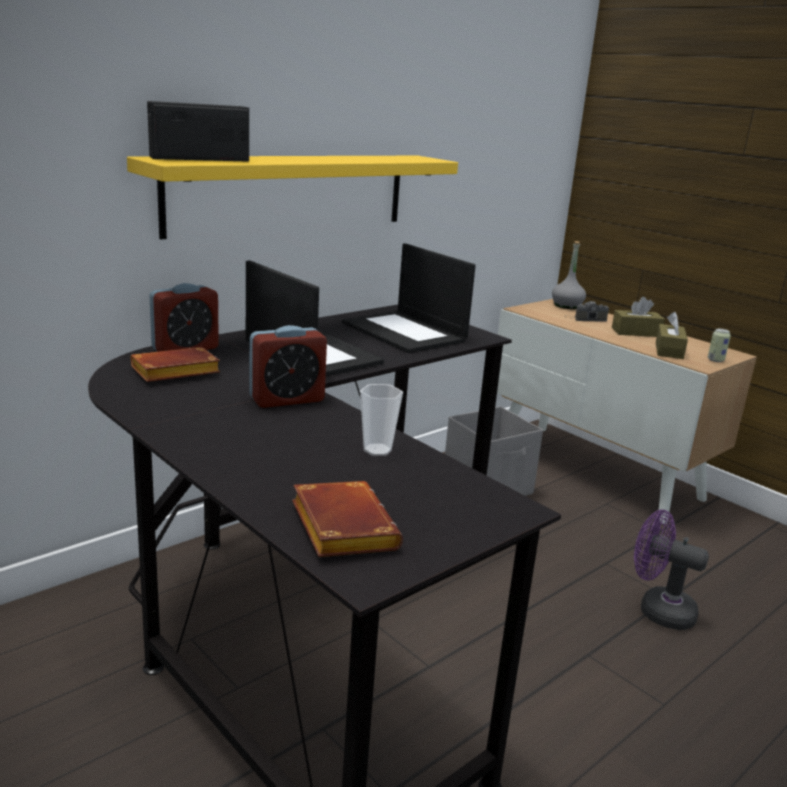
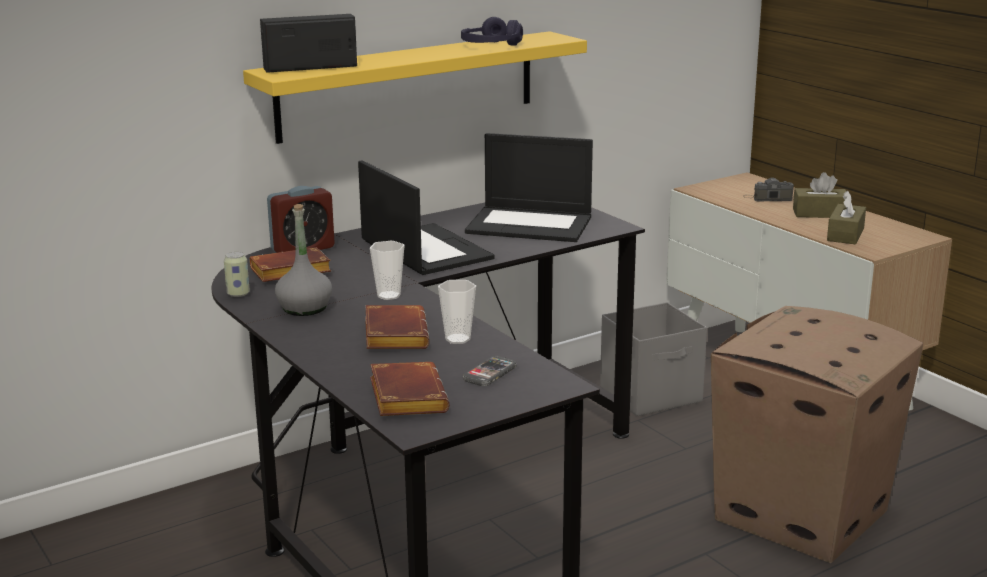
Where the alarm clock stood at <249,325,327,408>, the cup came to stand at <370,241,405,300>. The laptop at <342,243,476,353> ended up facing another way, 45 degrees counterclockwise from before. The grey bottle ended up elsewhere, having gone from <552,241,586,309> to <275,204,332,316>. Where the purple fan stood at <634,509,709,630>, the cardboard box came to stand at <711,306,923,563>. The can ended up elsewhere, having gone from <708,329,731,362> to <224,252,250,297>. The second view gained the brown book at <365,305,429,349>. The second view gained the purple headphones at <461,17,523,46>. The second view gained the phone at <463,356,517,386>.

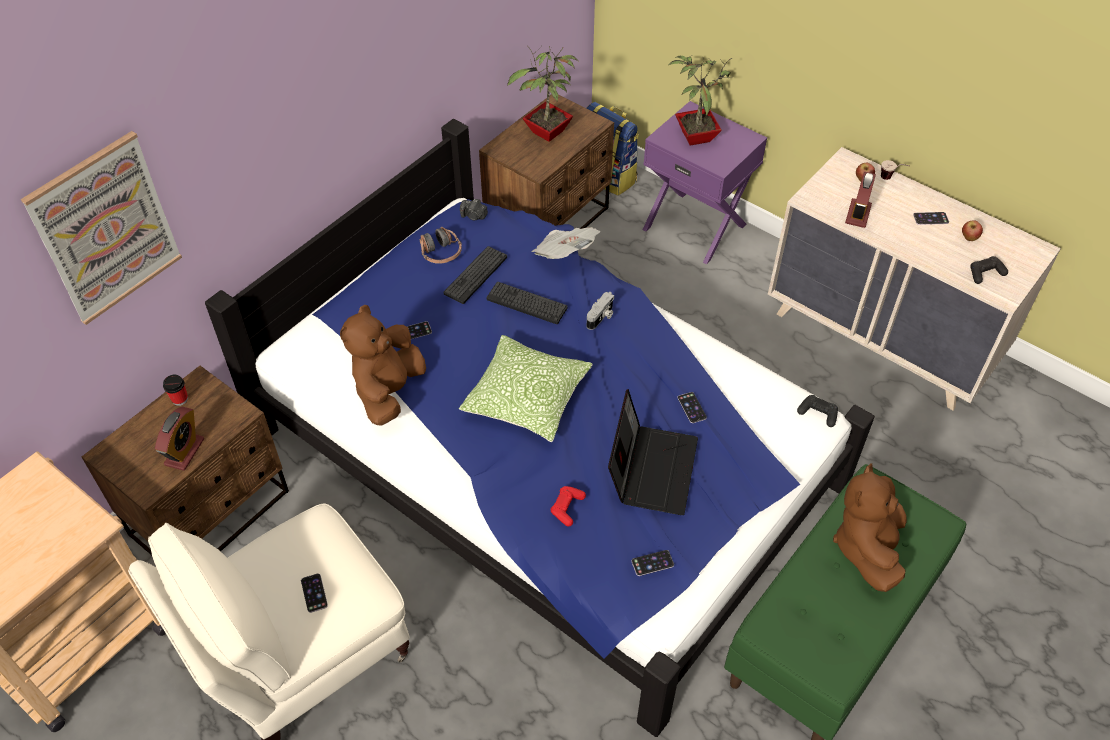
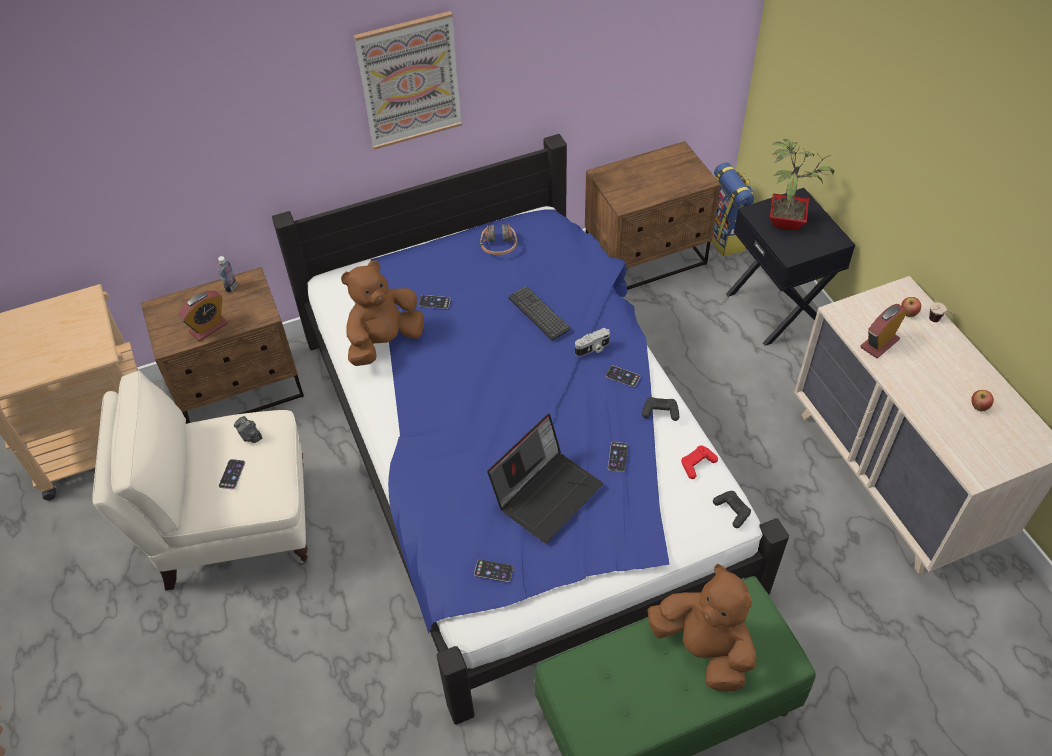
The picture ended up elsewhere, having gone from <21,131,182,325> to <354,11,462,150>. Where the cup stood at <163,375,188,406>, the bottle came to stand at <218,256,237,292>. The second view lost the keyboard at <444,246,507,304>. The second view lost the pillow at <459,335,593,442>. The photo camera ended up elsewhere, having gone from <460,199,488,221> to <234,416,262,443>. The second view lost the potted plant at <507,46,579,142>. The second view lost the newspaper at <531,227,600,259>. The red game controller ended up elsewhere, having gone from <551,486,586,527> to <681,445,718,479>. What was the purple nightstand at <643,101,767,264> turned into the black nightstand at <726,188,855,346>. The brown plush toy at <833,463,907,592> ended up facing another way, 90 degrees clockwise from before. The phone ended up elsewhere, having gone from <913,212,949,225> to <605,365,640,387>. The black game controller ended up elsewhere, having gone from <970,256,1008,284> to <642,397,680,421>.

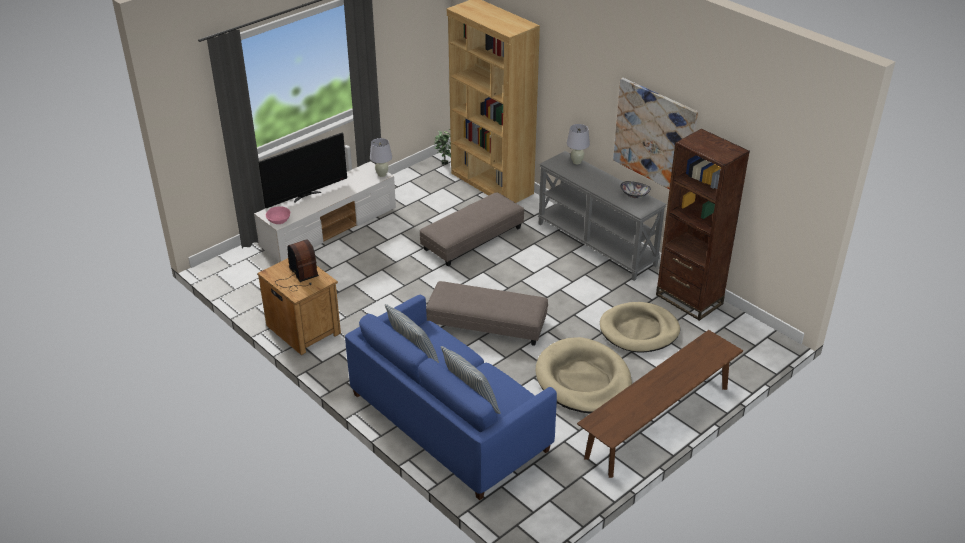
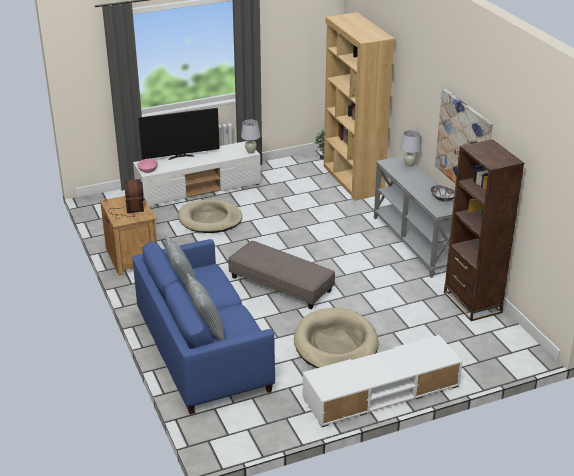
The second view lost the grey ottoman at <420,192,524,266>. Where the brown bench stood at <577,330,743,478>, the white tv stand came to stand at <303,335,463,427>. The beige dog bed ended up elsewhere, having gone from <600,302,680,353> to <178,199,242,233>.

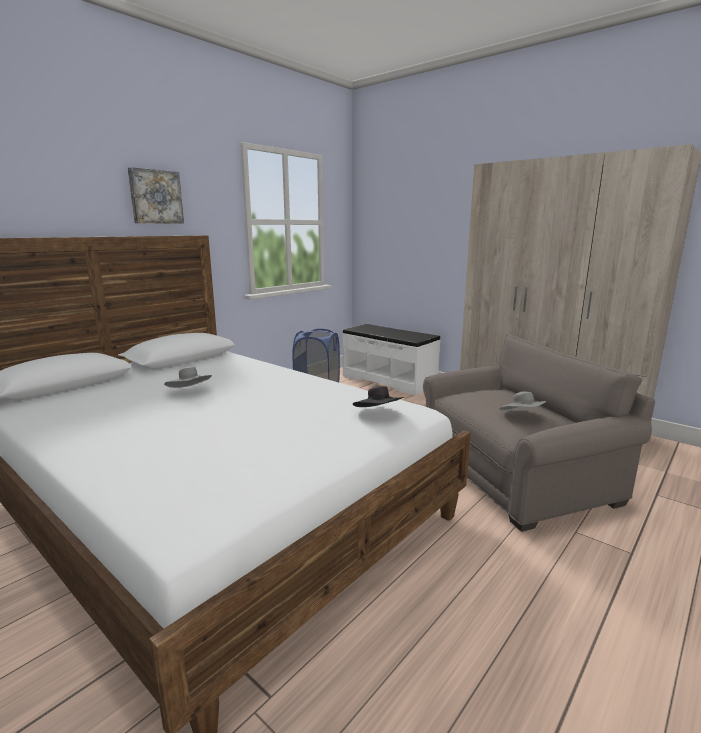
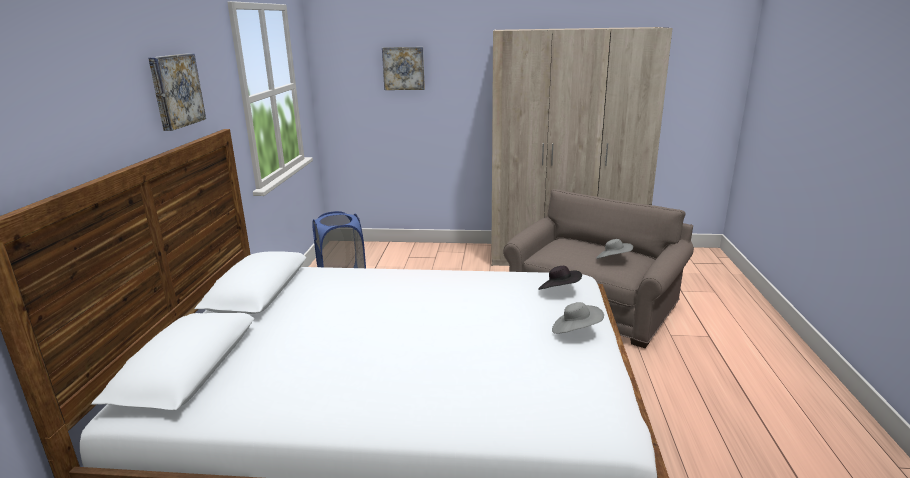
The grey hat ended up elsewhere, having gone from <164,367,212,388> to <552,302,604,334>. The second view lost the white bench at <342,324,441,396>. The second view gained the picture at <382,47,425,90>.

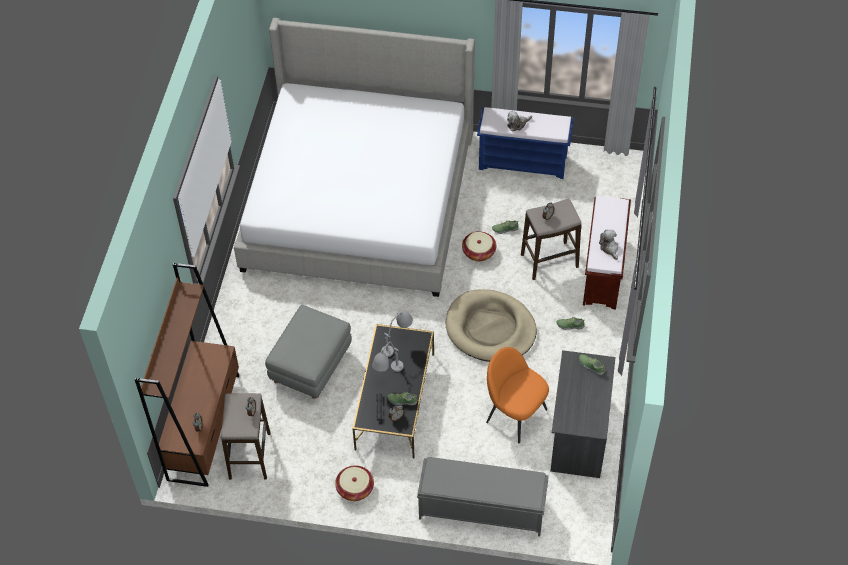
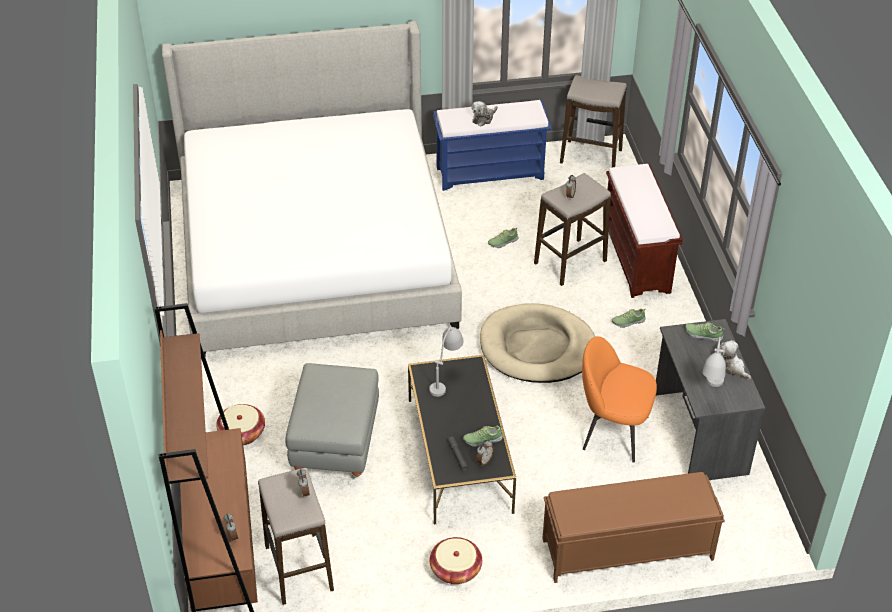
The grey table lamp ended up elsewhere, having gone from <372,341,403,372> to <702,337,726,387>. What was the grey bench at <417,457,549,536> turned into the brown bench at <542,472,725,583>. The basket ended up elsewhere, having gone from <462,231,496,261> to <216,404,265,445>. The plush toy ended up elsewhere, having gone from <599,230,618,260> to <719,340,751,380>. The second view gained the stool at <560,75,627,167>.

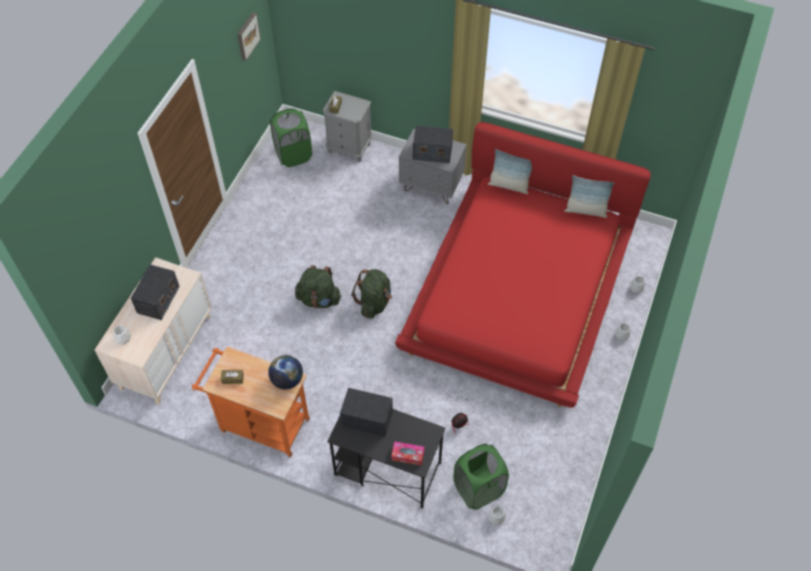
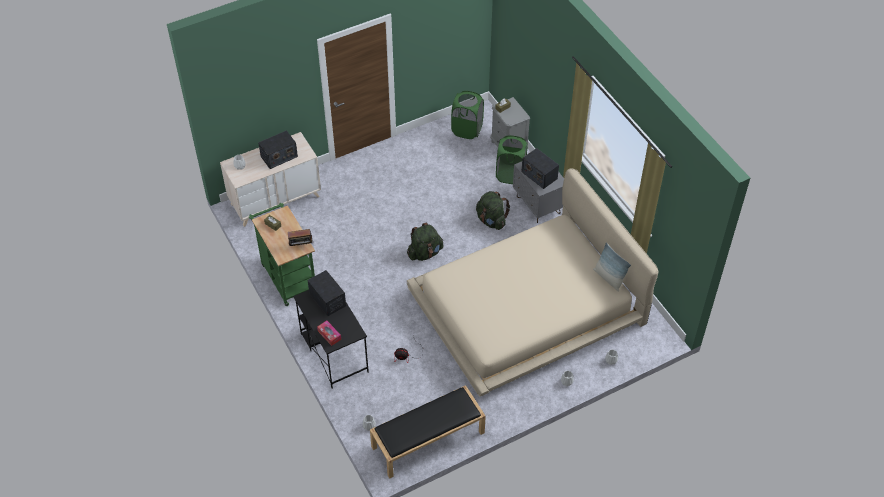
What was the orange cart at <192,347,310,457> turned into the green cart at <249,203,315,306>. The second view lost the picture at <237,12,261,61>. Where the globe stood at <268,355,303,389>, the radio came to stand at <285,229,314,246>. The green backpack ended up elsewhere, having gone from <295,265,341,308> to <476,191,510,230>. What was the red bed at <395,122,651,408> turned into the beige bed at <407,169,658,397>. The green laundry basket ended up elsewhere, having gone from <453,444,509,510> to <496,135,528,184>. The second view lost the pillow at <488,149,532,194>. The second view gained the black bench at <370,385,486,479>.

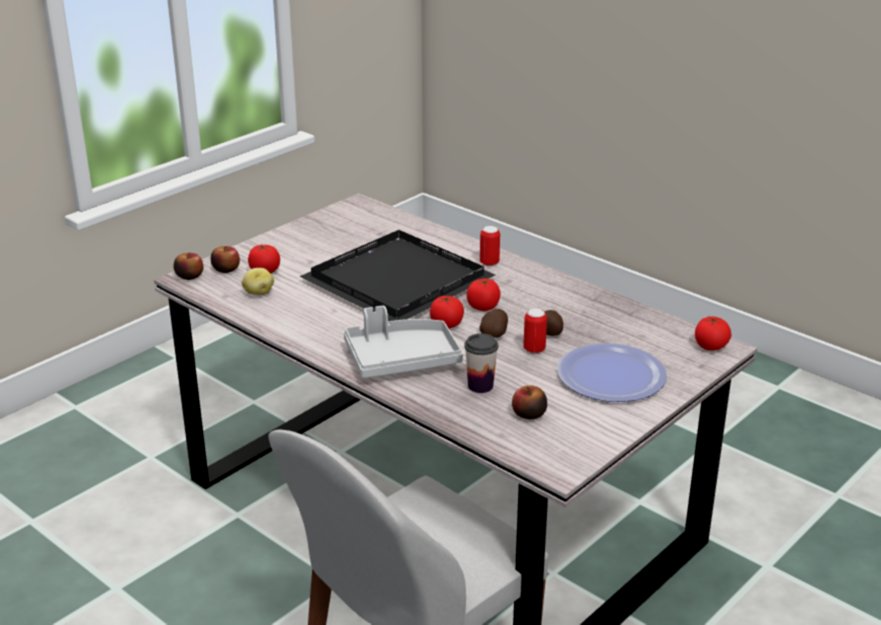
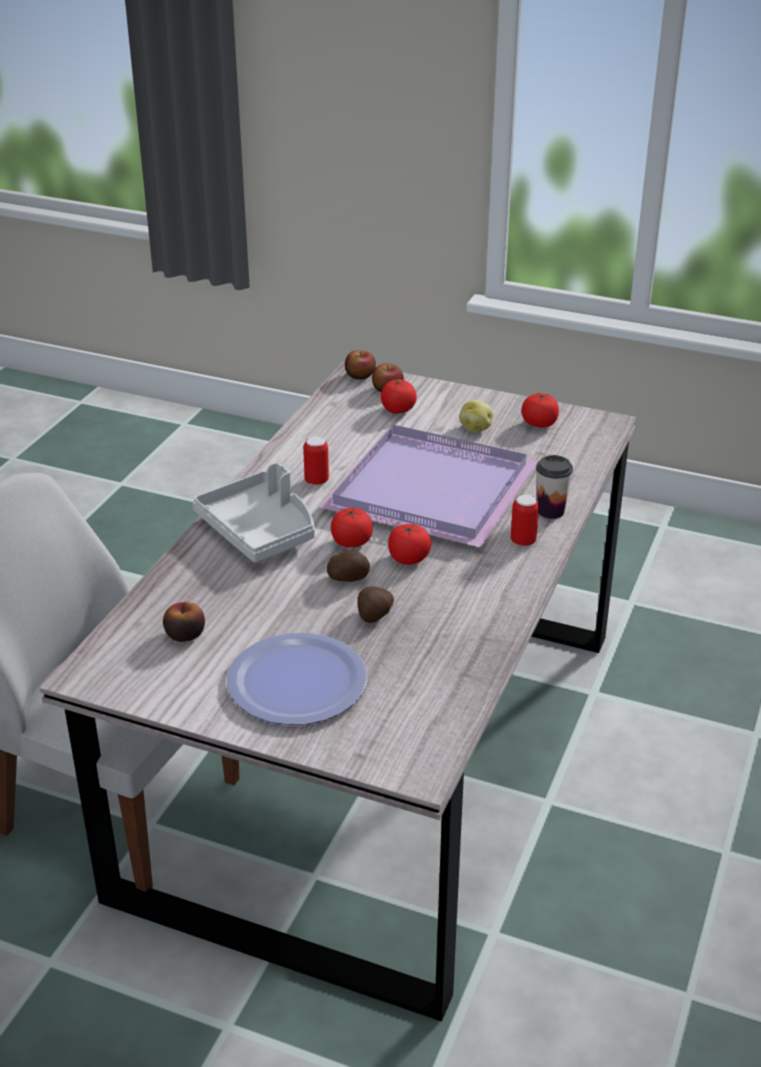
The potato ended up elsewhere, having gone from <242,268,274,295> to <459,400,493,432>. What was the black tray at <300,230,495,322> turned into the purple tray at <319,425,539,548>. The cup ended up elsewhere, having gone from <464,333,498,393> to <536,455,573,519>. The can ended up elsewhere, having gone from <523,308,547,354> to <303,436,329,485>. The tomato ended up elsewhere, having gone from <695,316,731,351> to <522,392,559,428>.

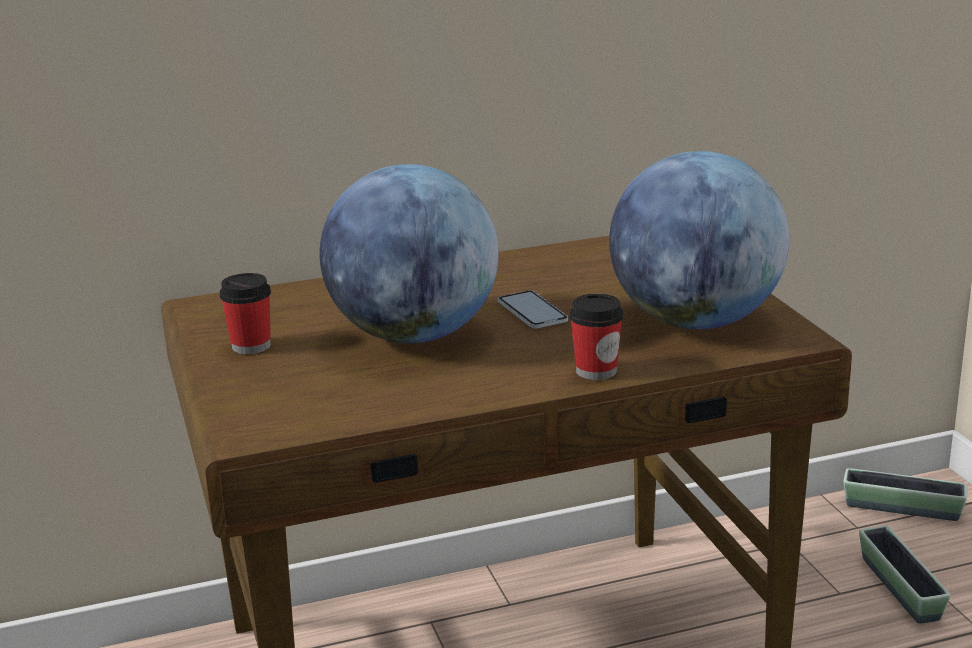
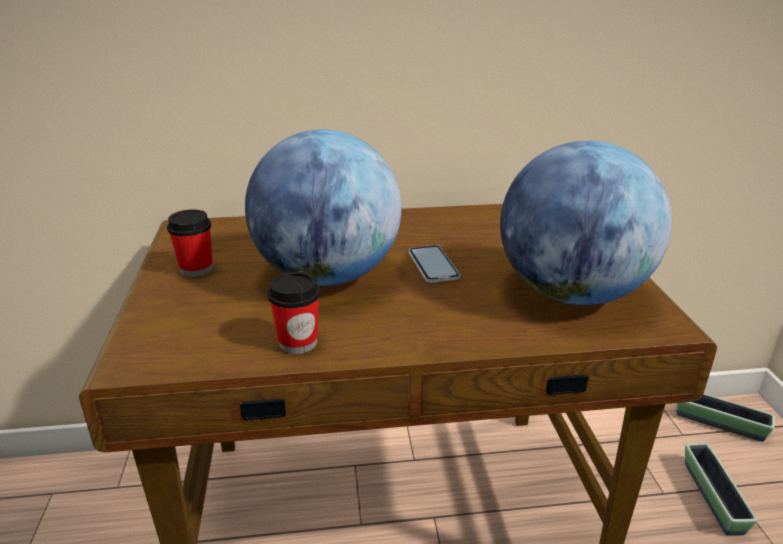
The cup ended up elsewhere, having gone from <569,294,623,380> to <268,271,320,354>.

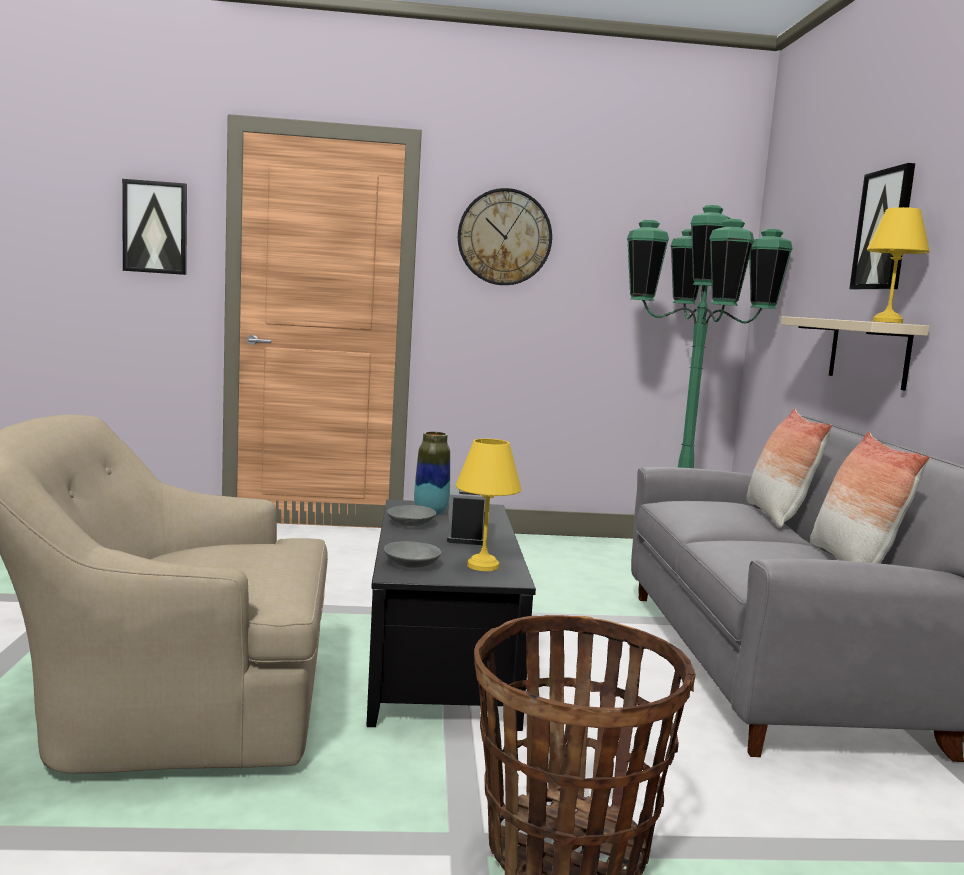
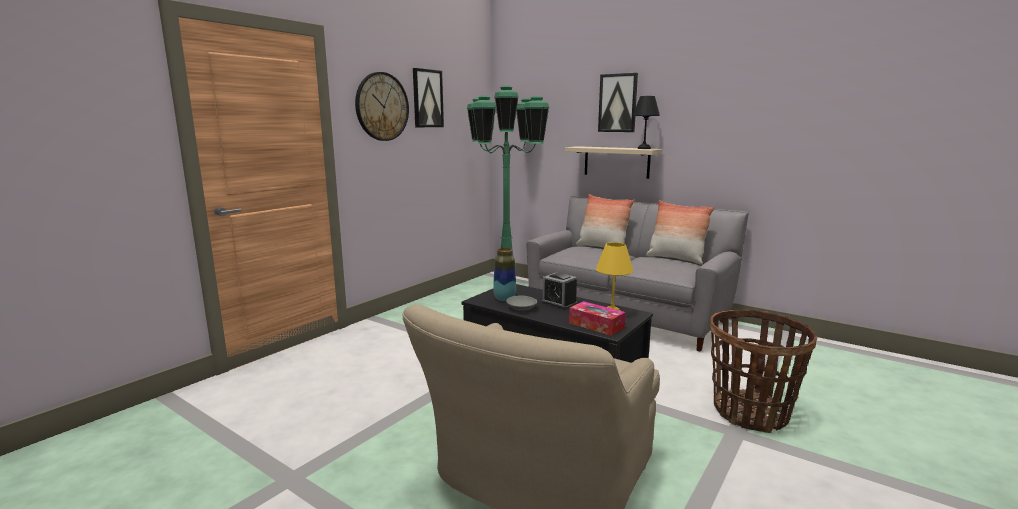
The picture ended up elsewhere, having gone from <122,179,187,275> to <413,68,444,127>. Where the grey bowl stood at <384,541,442,568>, the tissue box came to stand at <569,301,626,336>. What was the yellow table lamp at <867,207,930,323> turned into the black table lamp at <633,96,660,149>.

